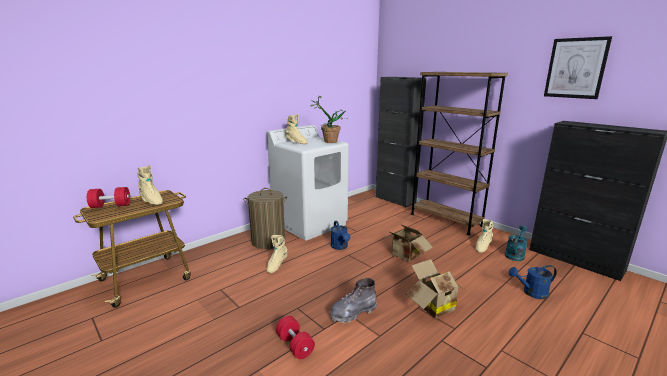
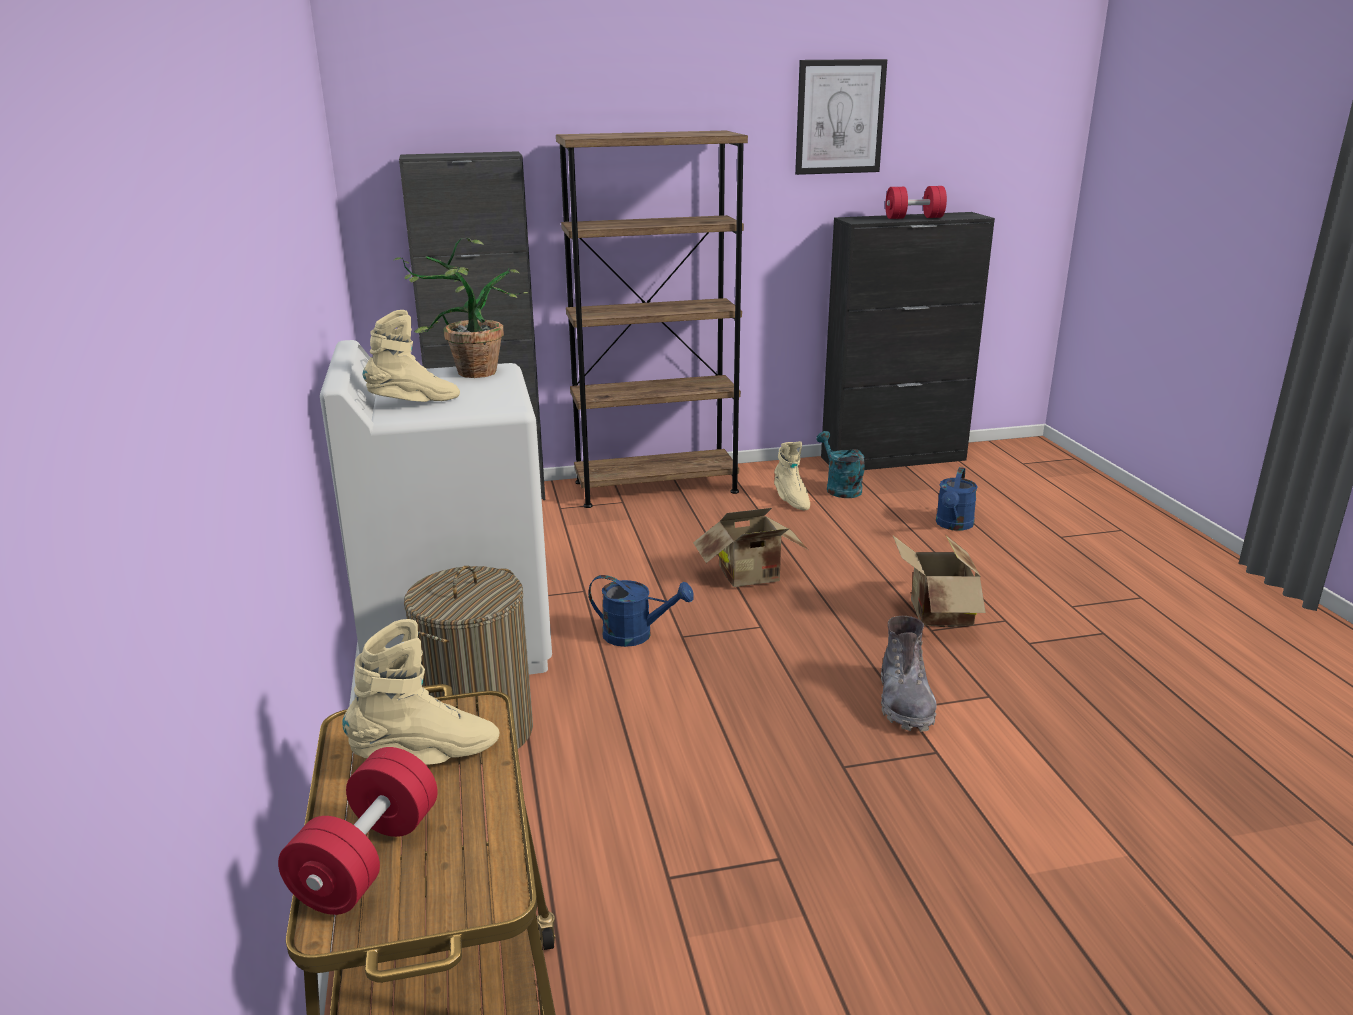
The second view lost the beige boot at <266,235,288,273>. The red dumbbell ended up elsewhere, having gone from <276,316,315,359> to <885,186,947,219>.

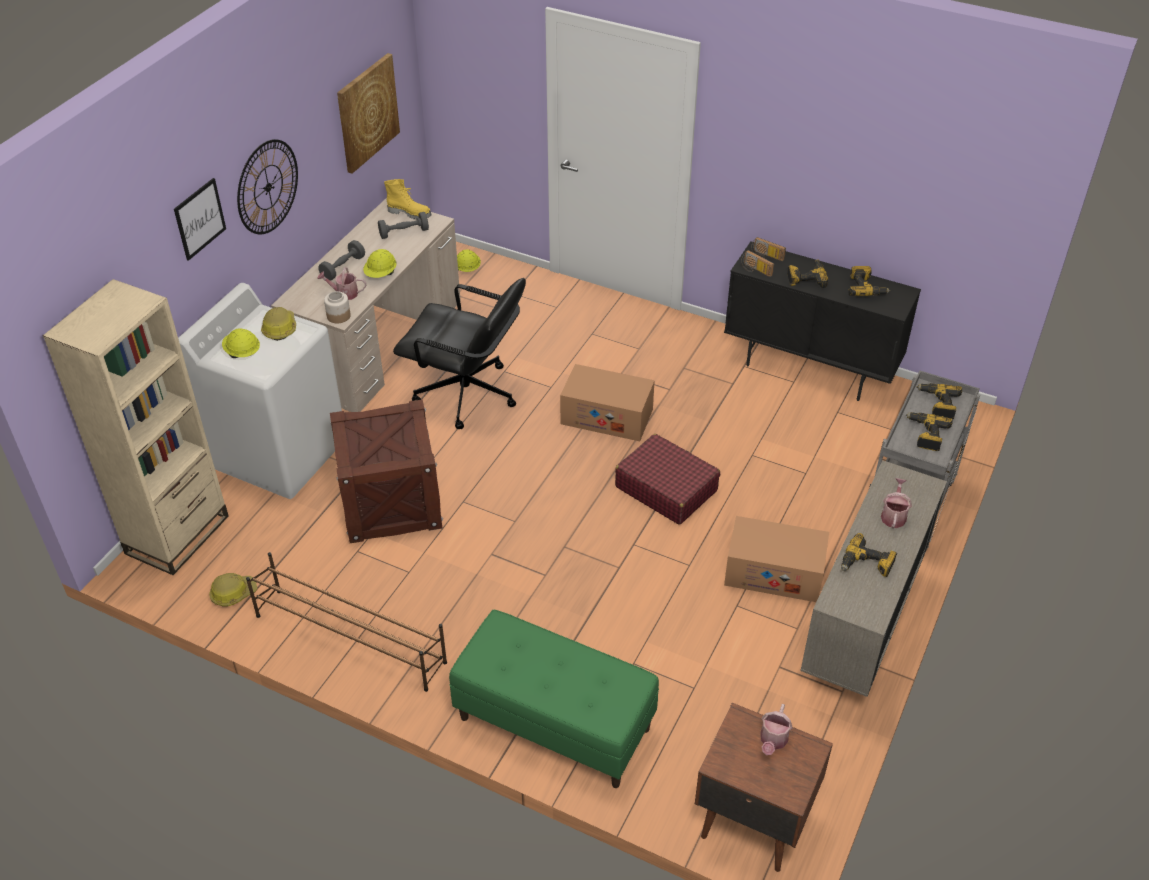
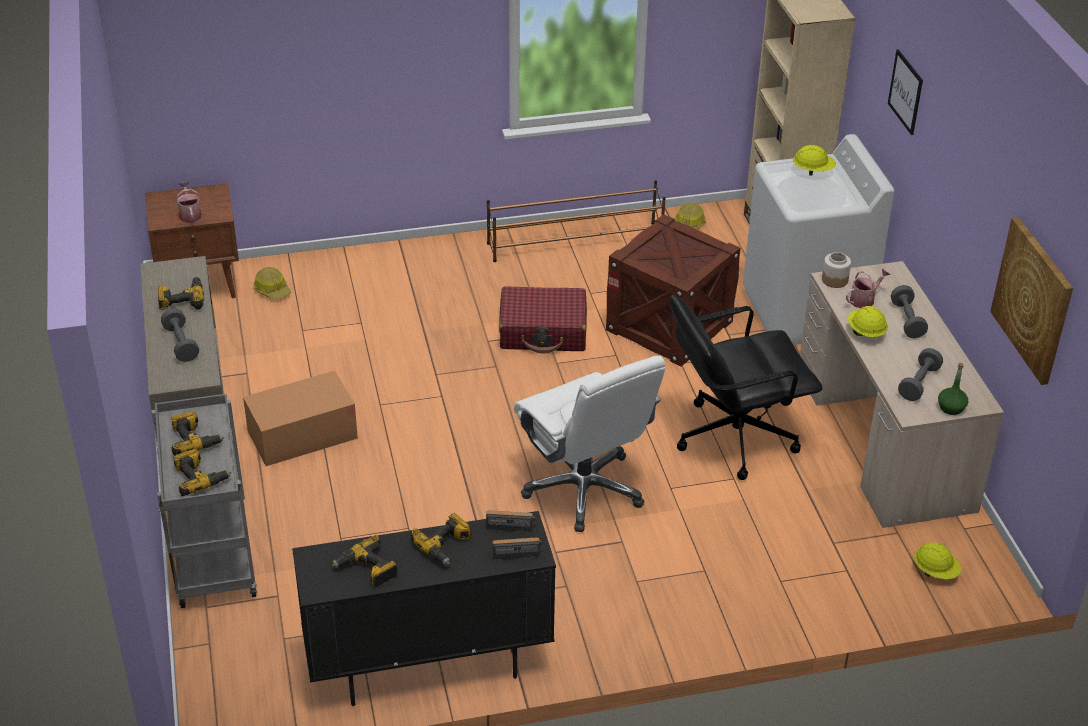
The second view lost the wall clock at <237,139,298,235>. The hard hat ended up elsewhere, having gone from <261,307,296,341> to <253,267,291,300>. Where the yellow boot stood at <384,179,432,220>, the green bottle came to stand at <938,363,968,415>. The second view lost the green bench at <449,610,659,788>. Where the cardboard box stood at <560,364,655,441>, the white office chair came to stand at <514,356,665,532>. The red suitcase ended up elsewhere, having gone from <615,434,720,525> to <499,286,587,353>. Where the watering can stood at <881,478,912,529>, the grey dumbbell came to stand at <161,308,199,362>.

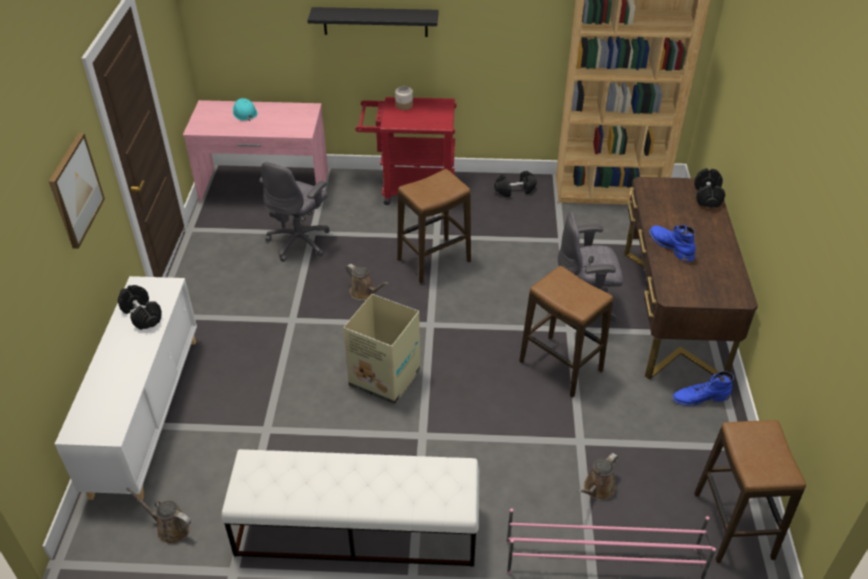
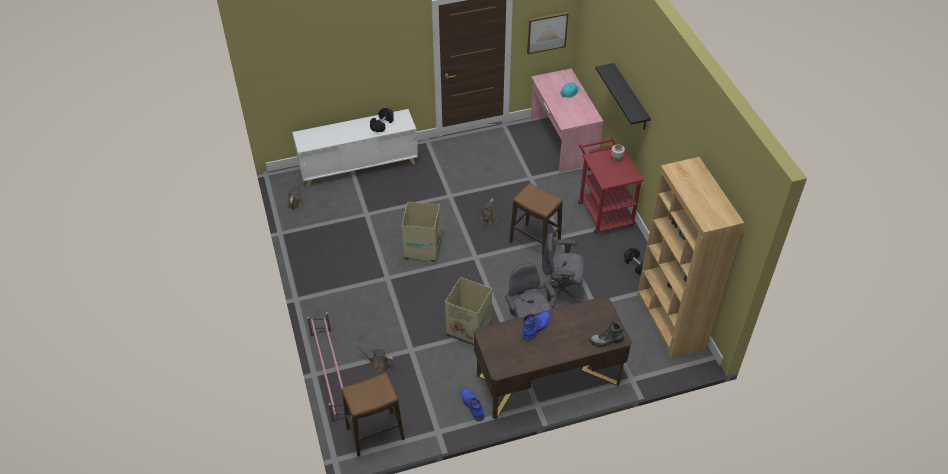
The picture ended up elsewhere, having gone from <49,133,105,249> to <527,12,568,54>. The second view lost the white bench at <222,449,479,567>. The grey office chair ended up elsewhere, having gone from <259,162,330,262> to <536,233,584,309>. Where the stool stood at <519,265,613,398>, the cardboard box came to stand at <445,277,492,345>. Where the black dumbbell stood at <694,168,725,208>, the boot came to stand at <589,321,625,347>.

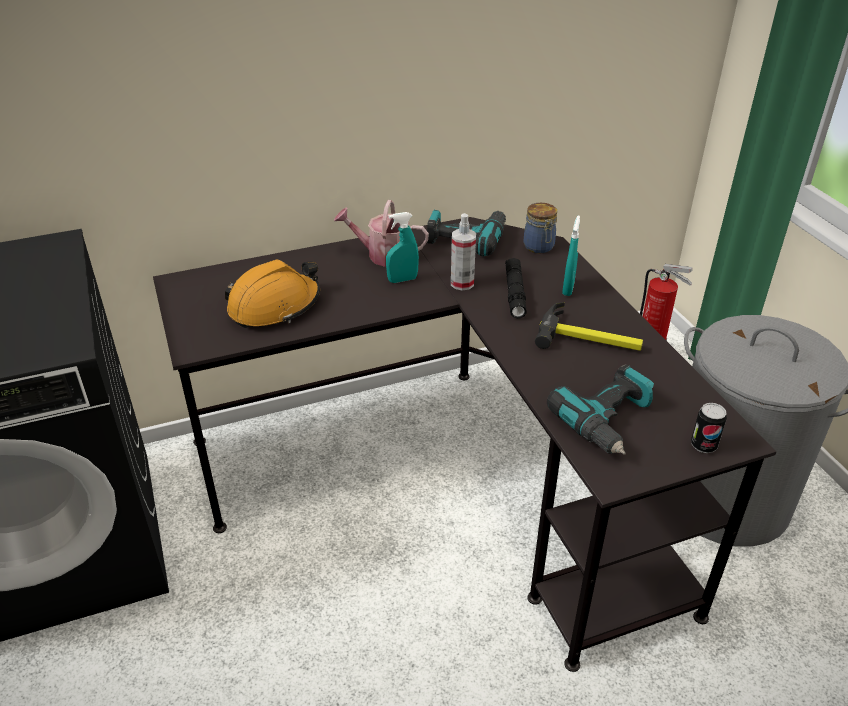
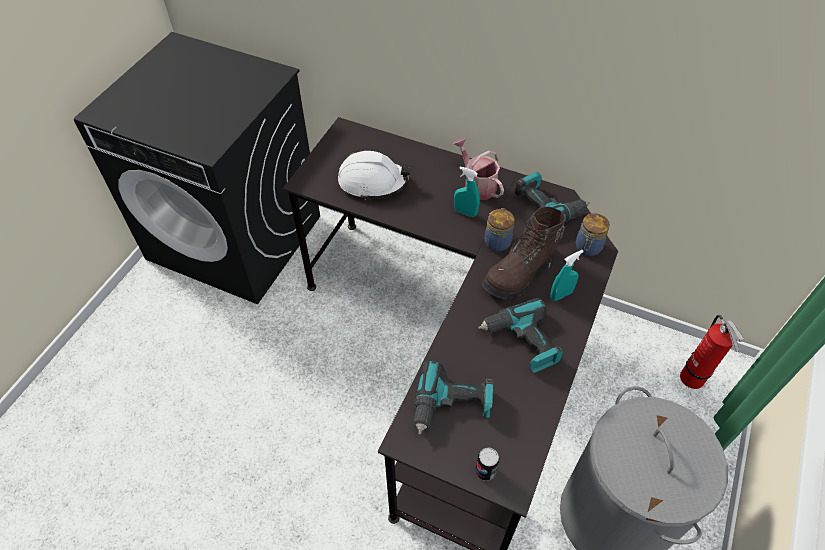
What was the orange hard hat at <225,259,320,328> turned into the white hard hat at <338,151,411,200>. Where the spray bottle stood at <451,213,476,291>, the jar came to stand at <485,208,514,251>. Where the black flashlight stood at <505,258,526,319>, the brown boot came to stand at <482,206,568,299>. Where the hammer stood at <535,302,643,351>, the power drill came to stand at <478,298,564,373>.

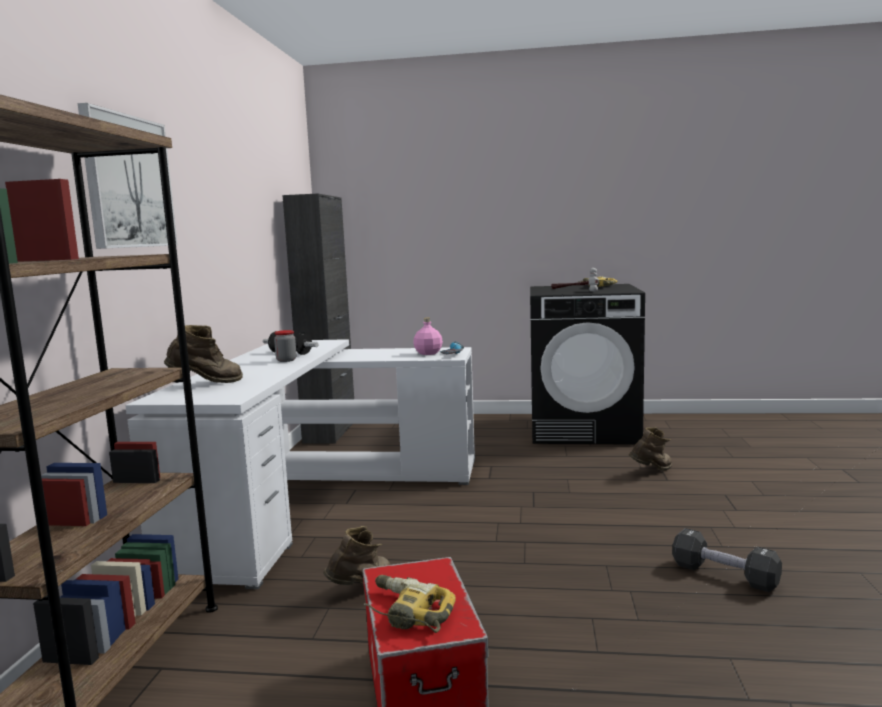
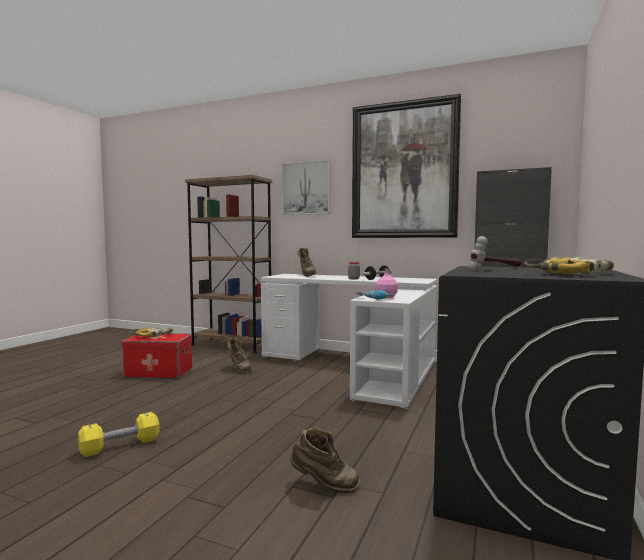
The brown boot at <629,427,672,471> ended up facing another way, 60 degrees counterclockwise from before. What was the black dumbbell at <672,528,782,592> turned into the yellow dumbbell at <78,412,160,457>. The second view gained the picture at <352,94,462,238>.

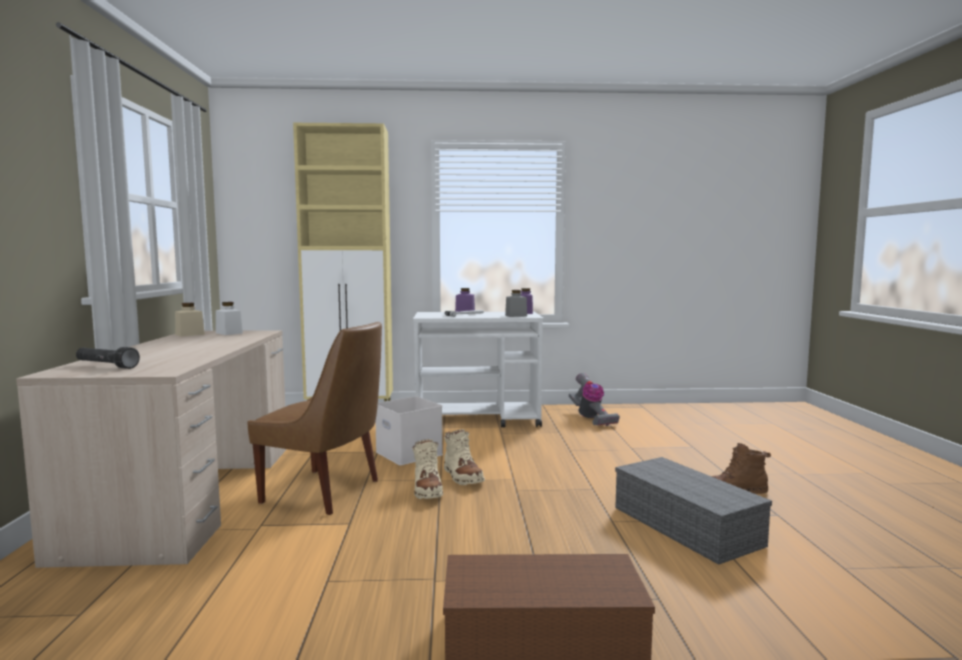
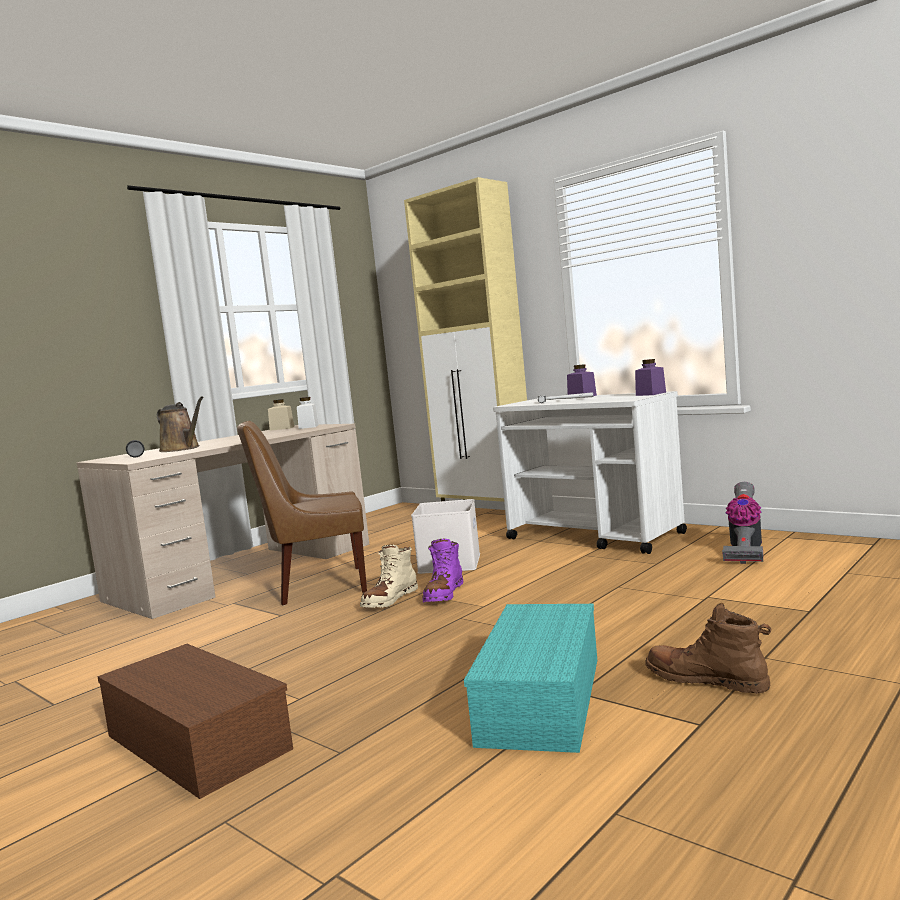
The brown chair at <248,322,382,515> ended up facing another way, 105 degrees clockwise from before. What was the beige boot at <444,429,485,485> turned into the purple boot at <423,538,463,602>. The second view lost the grey jar at <505,290,527,317>. What was the grey storage box at <615,457,772,565> turned into the turquoise storage box at <464,604,597,753>. The second view gained the brown watering can at <157,396,204,452>.

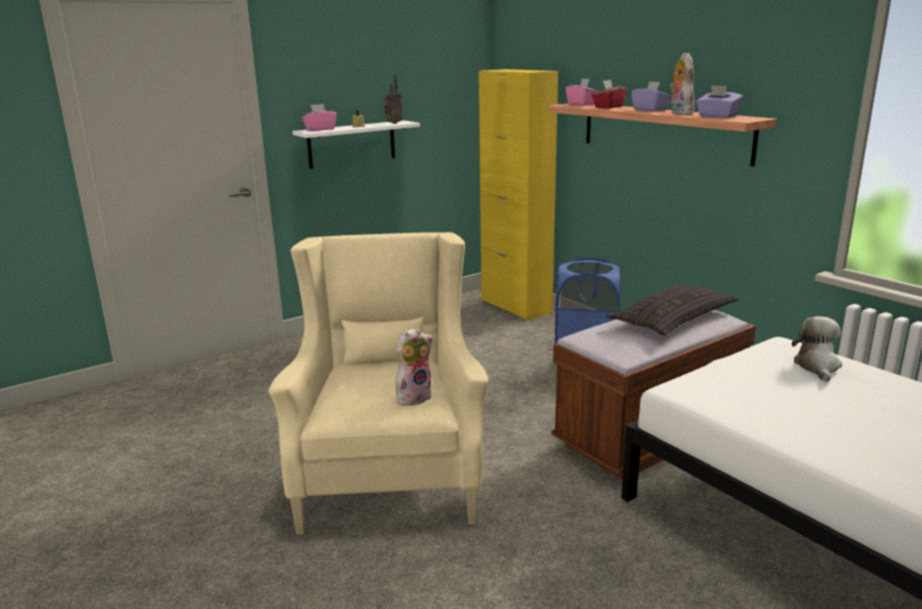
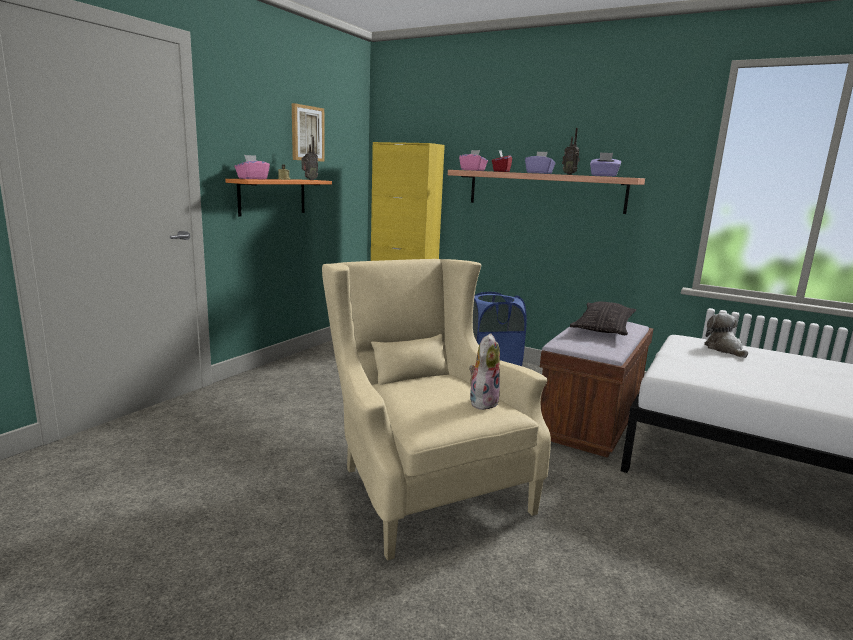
What was the white shelf at <293,120,420,169> turned into the orange shelf at <225,179,332,217>. Where the plush toy stood at <669,53,695,115>, the radio came to stand at <562,128,580,175>. The second view gained the picture at <292,103,325,162>.

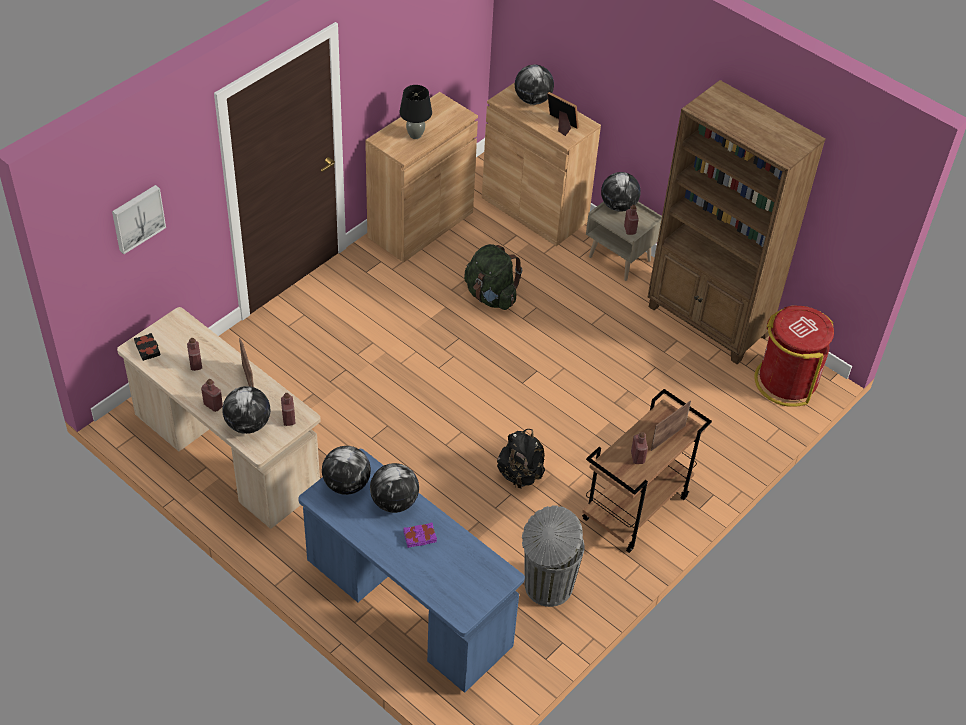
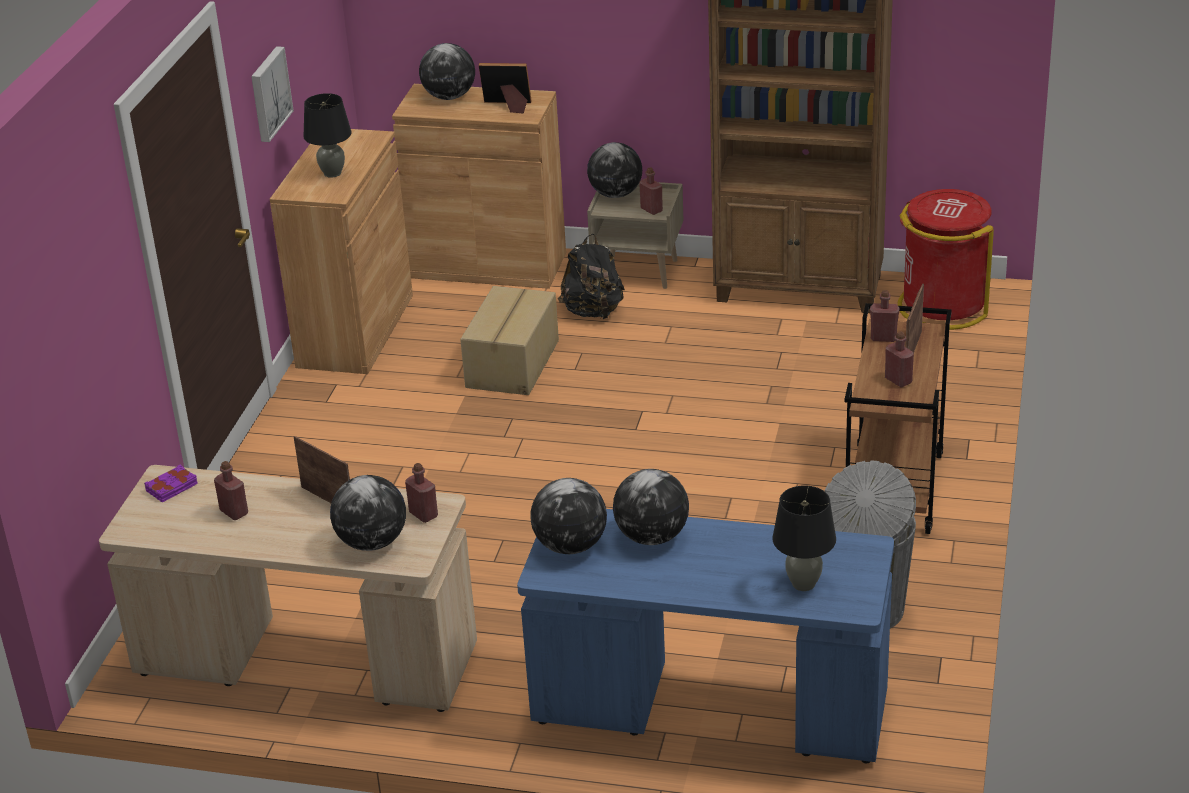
The picture ended up elsewhere, having gone from <112,185,166,254> to <251,46,294,142>. The second view lost the black book at <134,333,160,361>. The red bottle ended up elsewhere, having gone from <201,379,223,412> to <870,290,899,342>. The purple book ended up elsewhere, having gone from <403,522,437,548> to <145,465,198,503>. Where the green backpack stood at <464,244,522,310>, the cardboard box came to stand at <460,286,559,395>. The black backpack ended up elsewhere, having gone from <497,429,545,489> to <558,234,625,319>. The second view gained the black table lamp at <772,485,836,591>.

